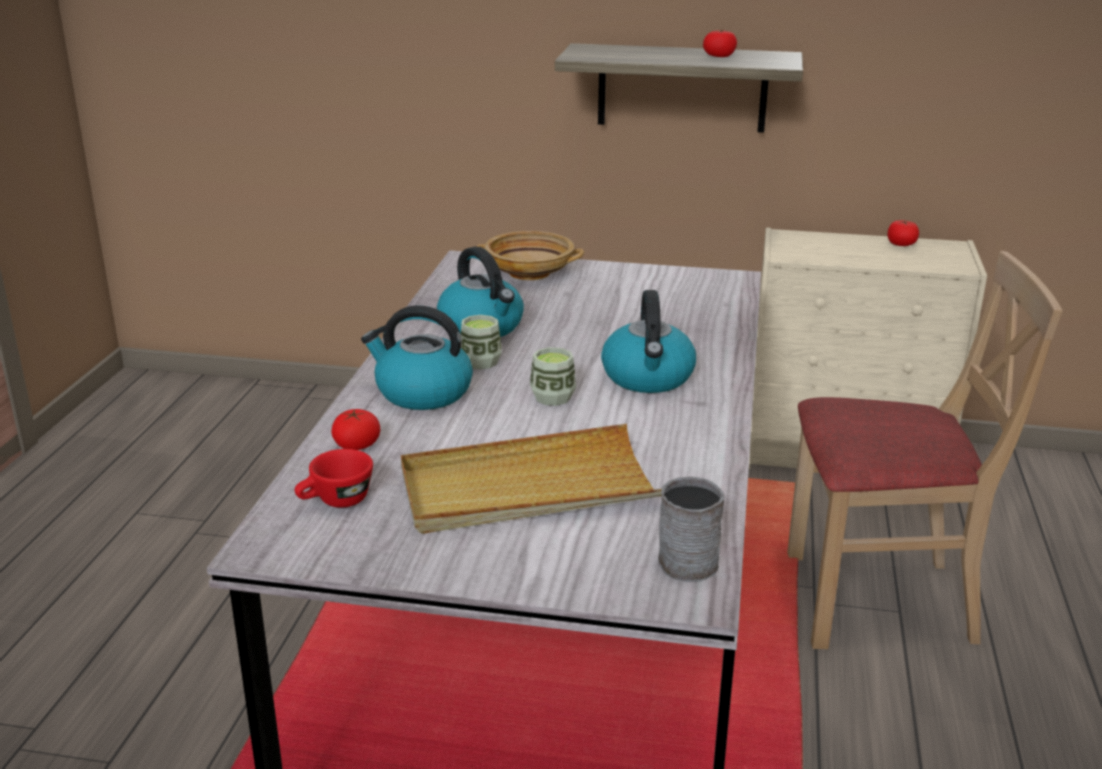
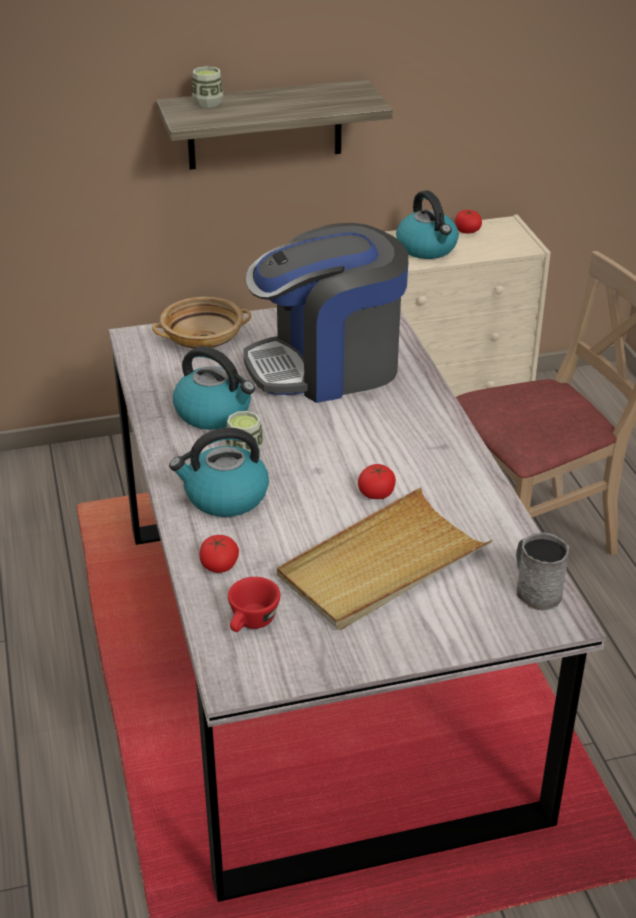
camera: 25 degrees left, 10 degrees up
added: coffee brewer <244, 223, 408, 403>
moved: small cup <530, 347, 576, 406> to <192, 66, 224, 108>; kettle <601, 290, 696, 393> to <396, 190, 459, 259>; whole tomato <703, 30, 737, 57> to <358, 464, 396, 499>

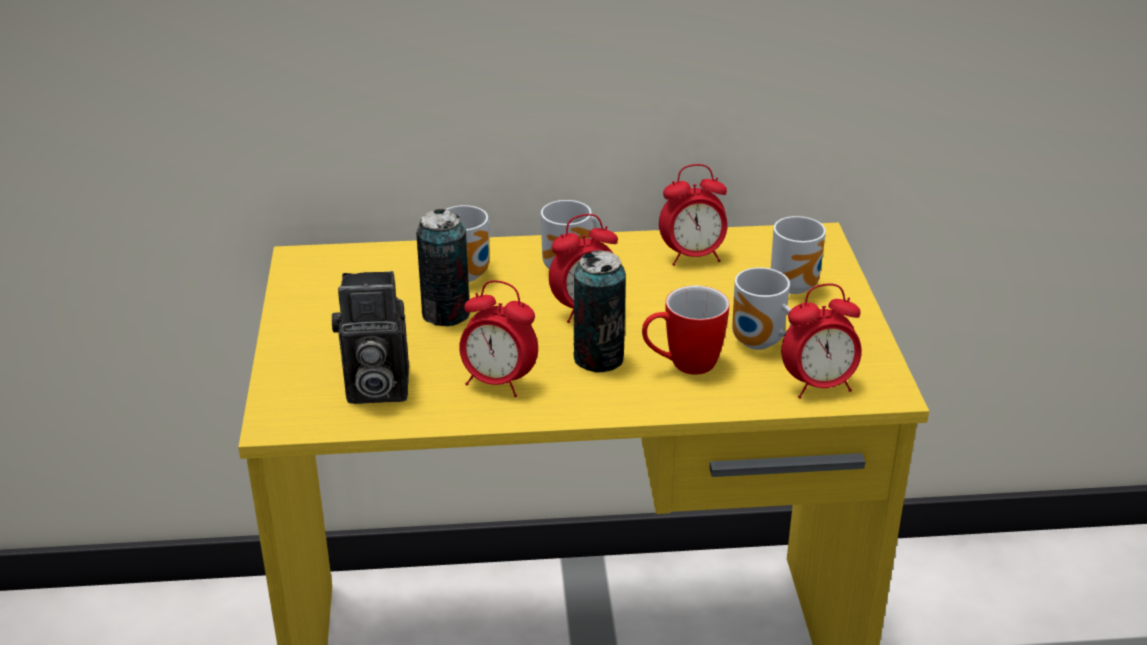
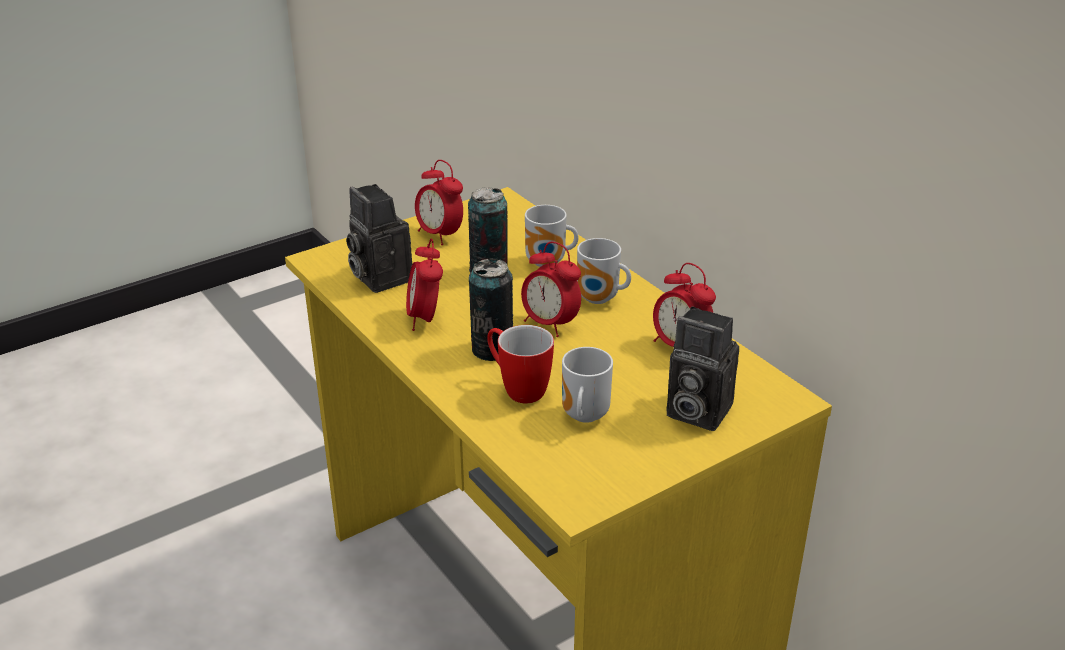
camera: 60 degrees right, 0 degrees up
moved: bedside clock <781, 283, 862, 398> to <415, 160, 463, 245>
replaced: tea mug <771, 216, 826, 294> to still camera <667, 306, 739, 431>

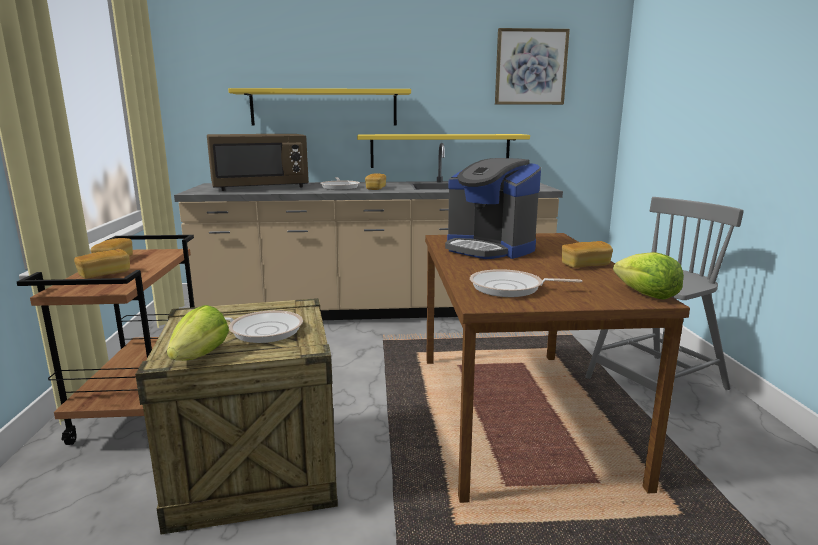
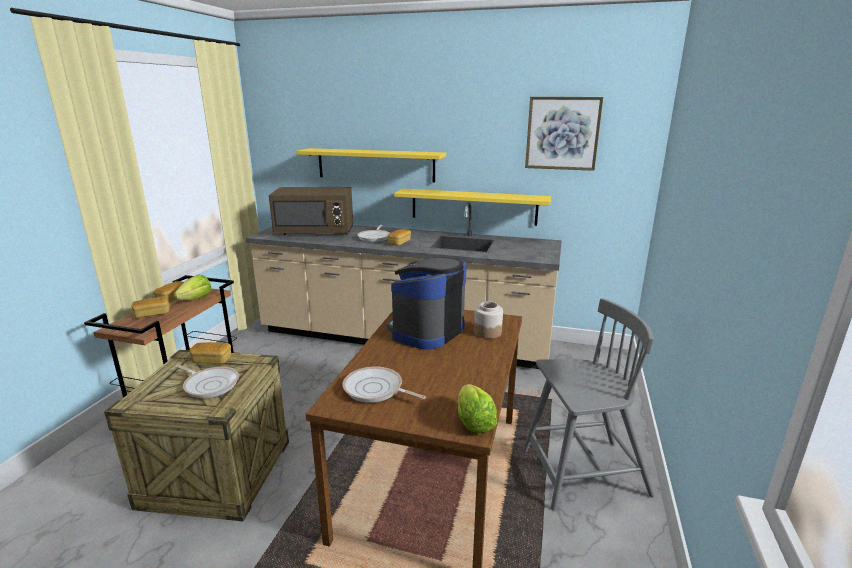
camera: 20 degrees right, 5 degrees up
added: storage jar <474, 301, 503, 339>
moved: lettuce head <167, 305, 229, 361> to <174, 275, 211, 300>; bakery bread <562, 241, 613, 268> to <190, 342, 231, 364>
turned: coffee brewer <445, 158, 541, 259> = <386, 257, 467, 350> 60 degrees clockwise

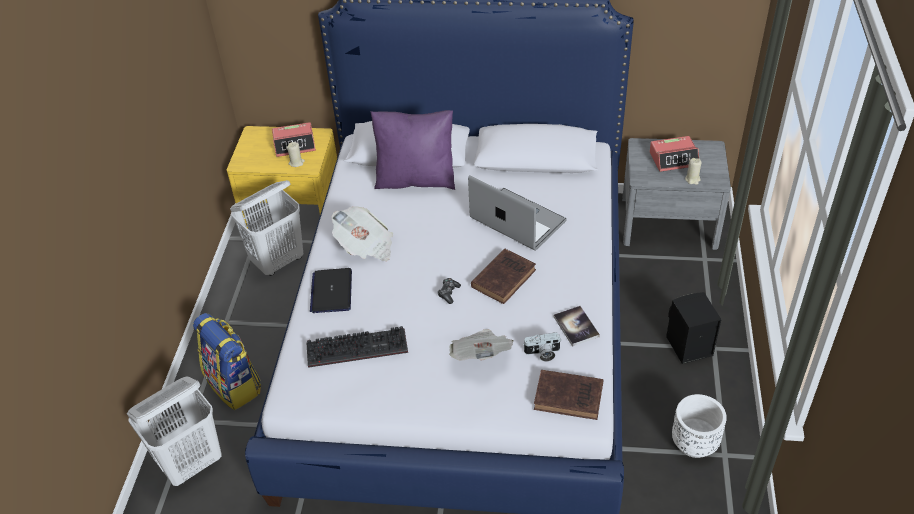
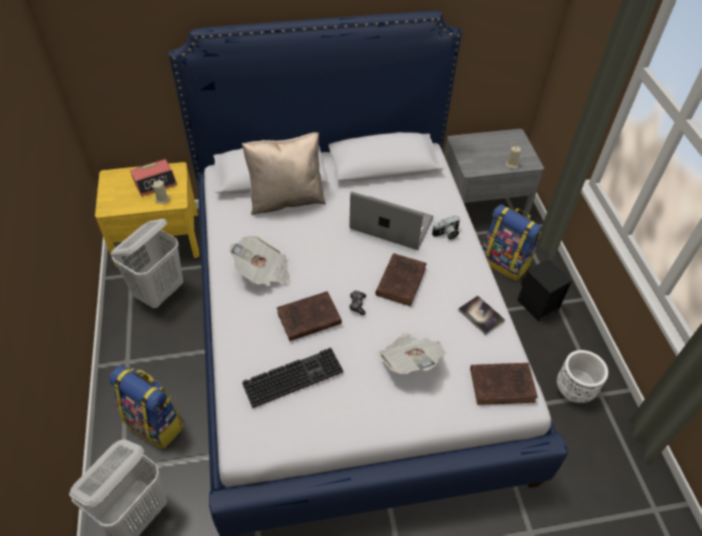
camera: 20 degrees left, 5 degrees up
removed: portable computer <310, 268, 352, 313>; bedside clock <650, 136, 699, 172>
added: brown-coloured bound book <277, 291, 342, 341>; backpack <482, 204, 541, 281>
moved: still camera <524, 332, 561, 362> to <432, 215, 460, 240>
recoloured: purple-coloured cushion <371, 110, 455, 190> to sand-coloured cushion <242, 132, 326, 215>

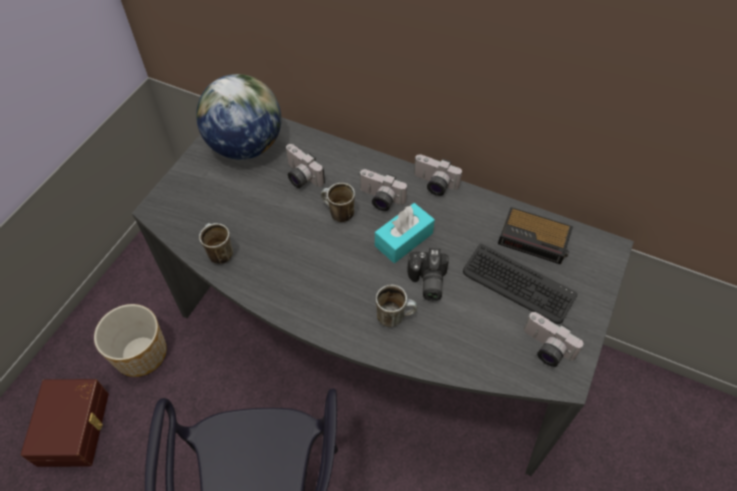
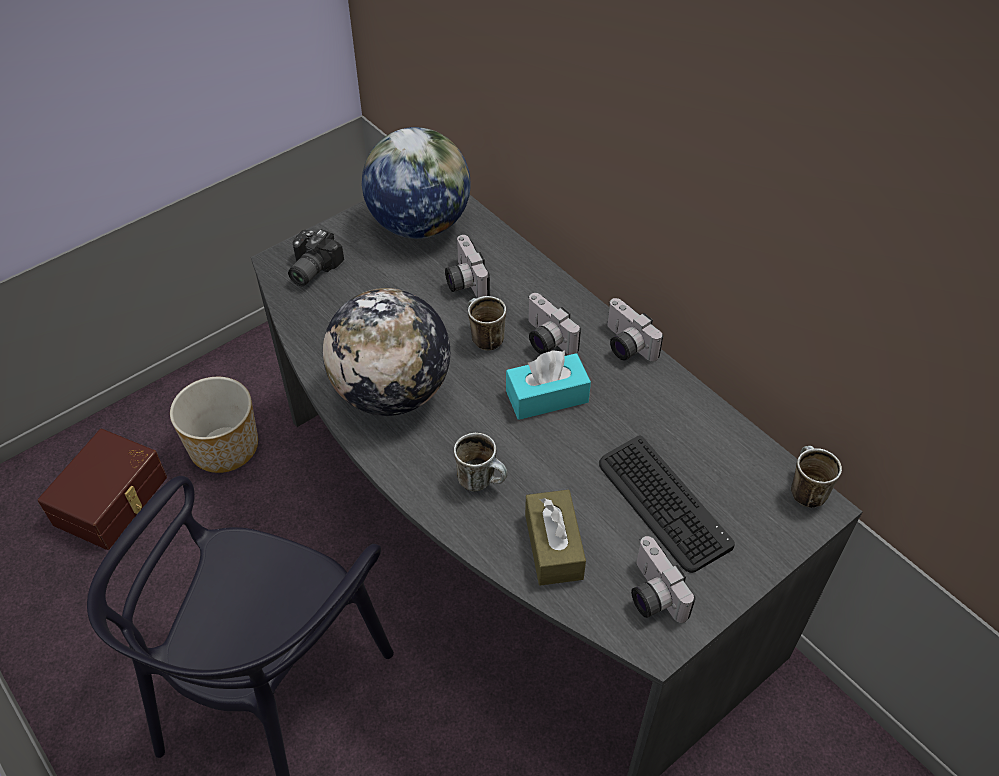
camera: 25 degrees right, 5 degrees down
removed: bedside clock <498, 207, 573, 265>
added: world globe <323, 288, 450, 416>; brown-coloured tissue holder <525, 490, 586, 586>
moved: tea mug <199, 223, 233, 264> to <791, 446, 842, 508>; still camera <407, 248, 448, 301> to <288, 229, 344, 286>

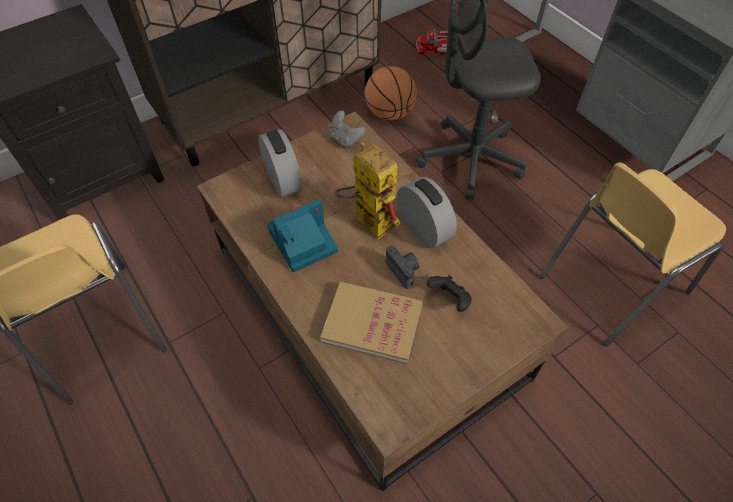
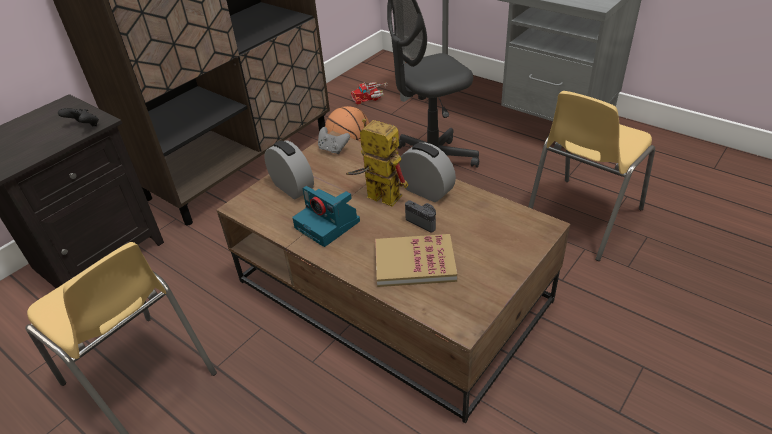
camera: 15 degrees left, 15 degrees down
moved: black-coloured game controller <427, 275, 472, 312> to <58, 108, 99, 126>
turned: still camera <268, 200, 338, 272> = <292, 186, 360, 247> 90 degrees counterclockwise

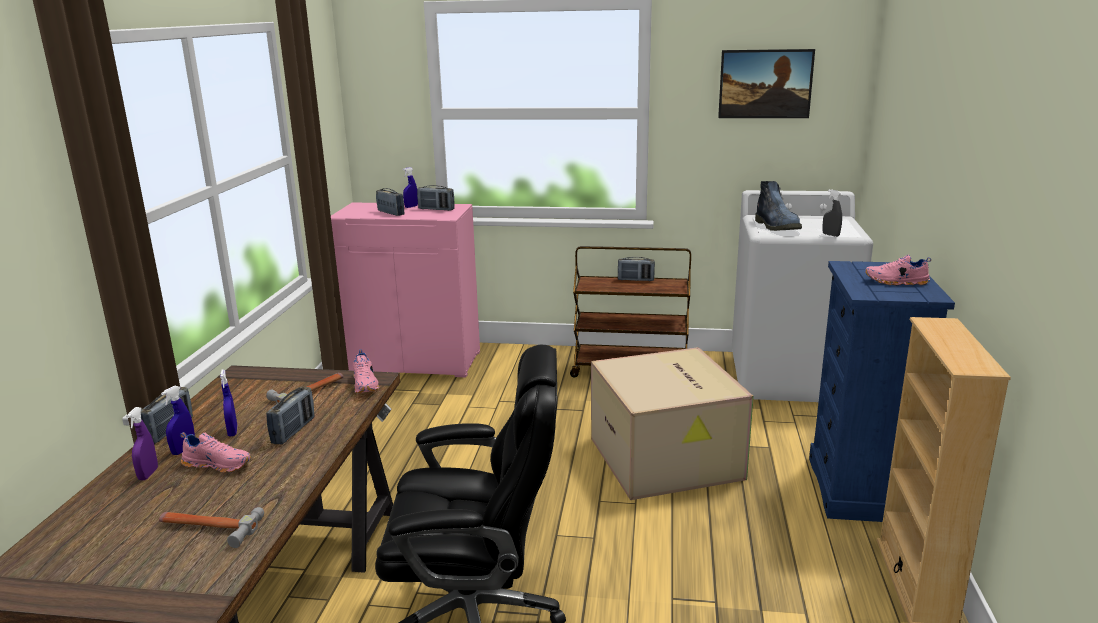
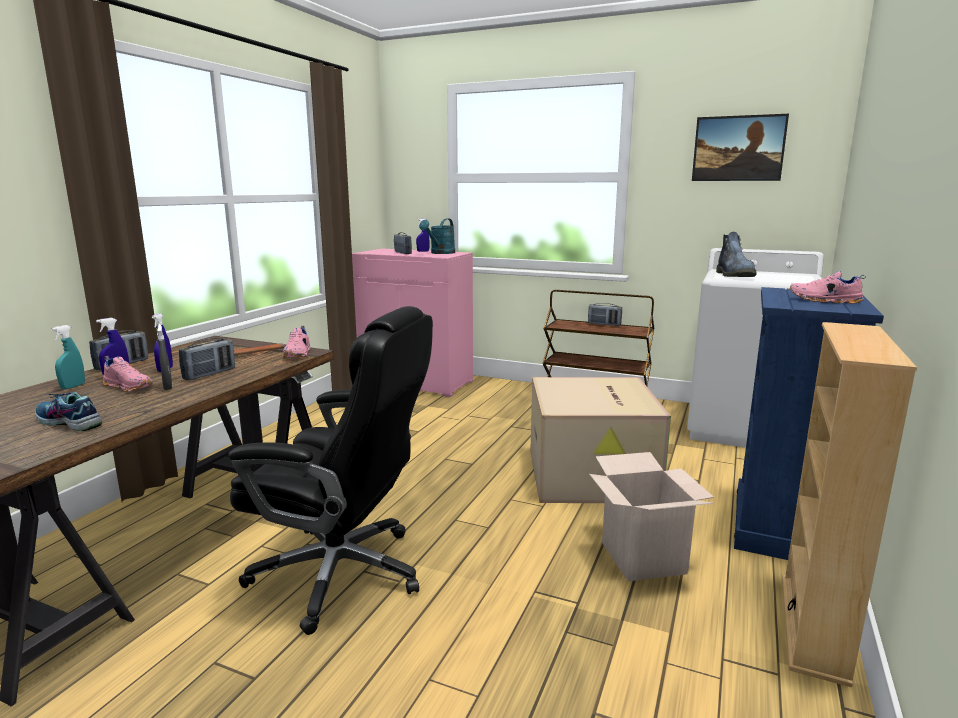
camera: 15 degrees right, 5 degrees down
added: packing box <589, 452, 714, 581>
moved: grey sprayer <822, 190, 842, 237> to <157, 324, 172, 390>
replaced: hand hammer <159, 507, 264, 548> to shoe <35, 392, 102, 431>; radio set <417, 185, 454, 211> to blue-green sprinkling can <419, 218, 455, 254>
recoloured: purple-coloured sprayer <126, 407, 158, 480> to blue-green sprayer <51, 325, 85, 389>

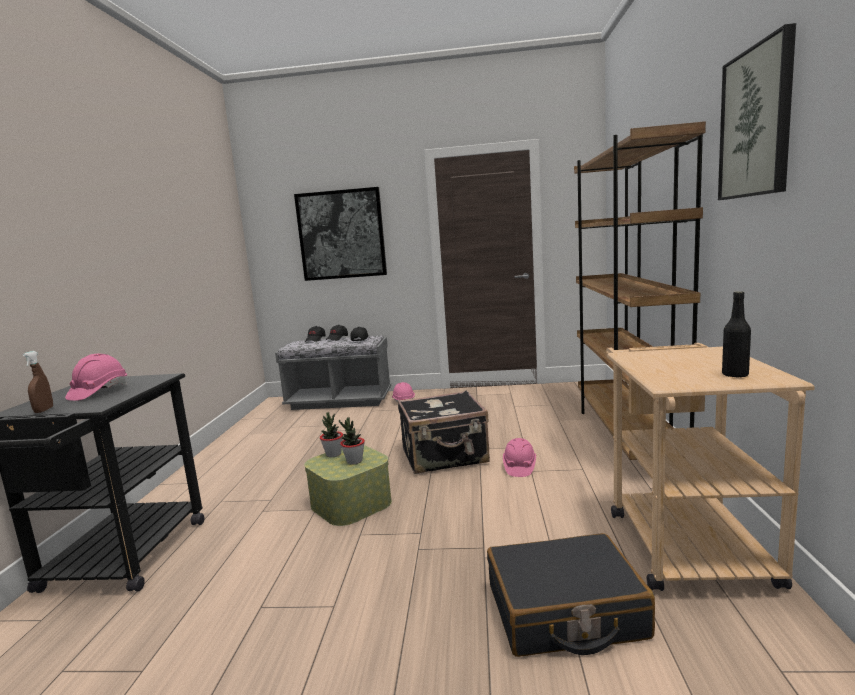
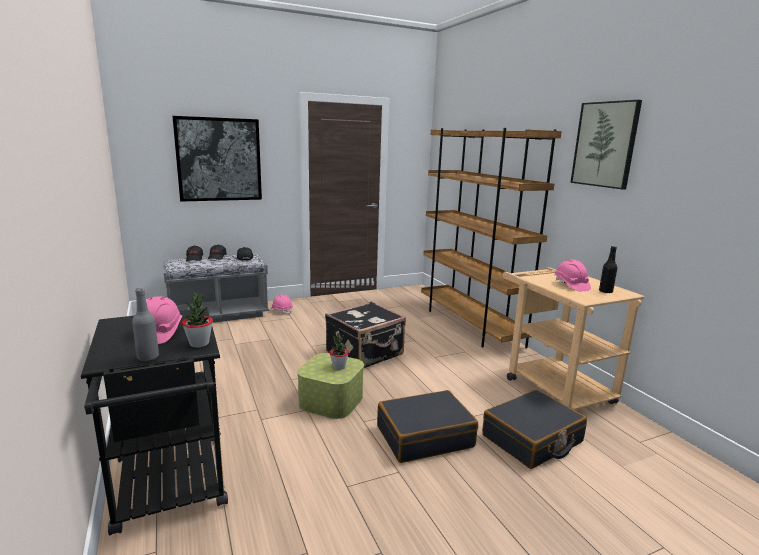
camera: 30 degrees left, 5 degrees up
added: black-coloured travel case <377, 390, 478, 463>
moved: houseplant <320, 412, 343, 457> to <182, 292, 213, 348>; pink-coloured work helmet <503, 438, 536, 477> to <554, 260, 591, 291>
replaced: brown-coloured sprayer <23, 351, 53, 413> to grey bottle <132, 288, 159, 362>

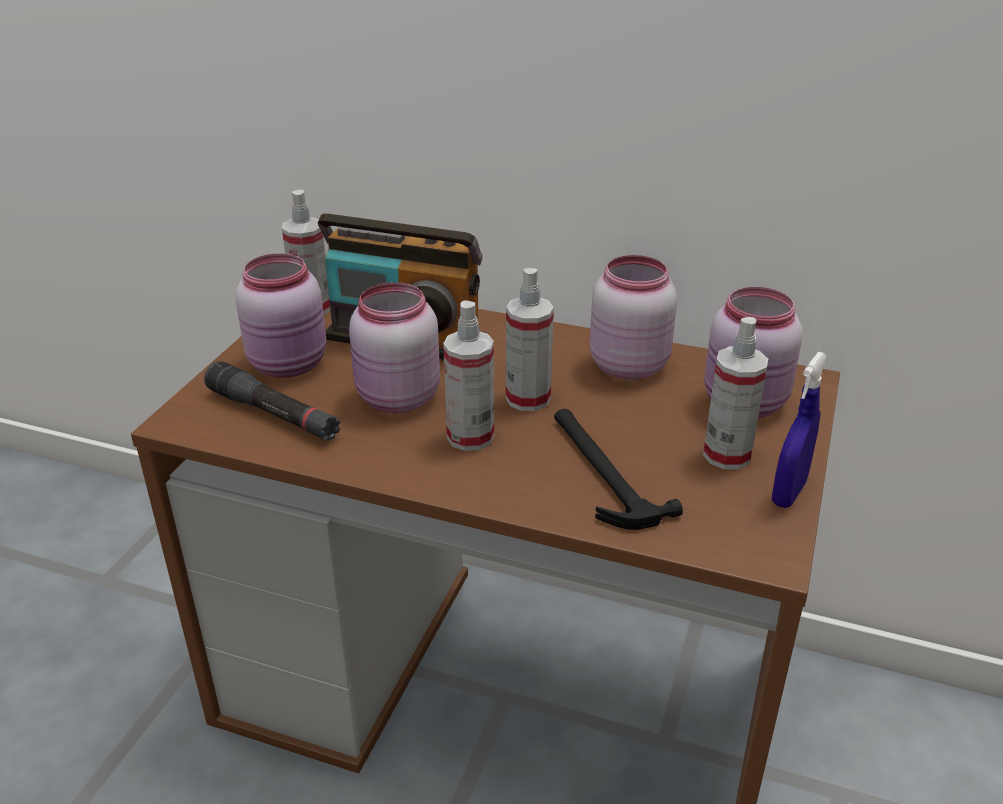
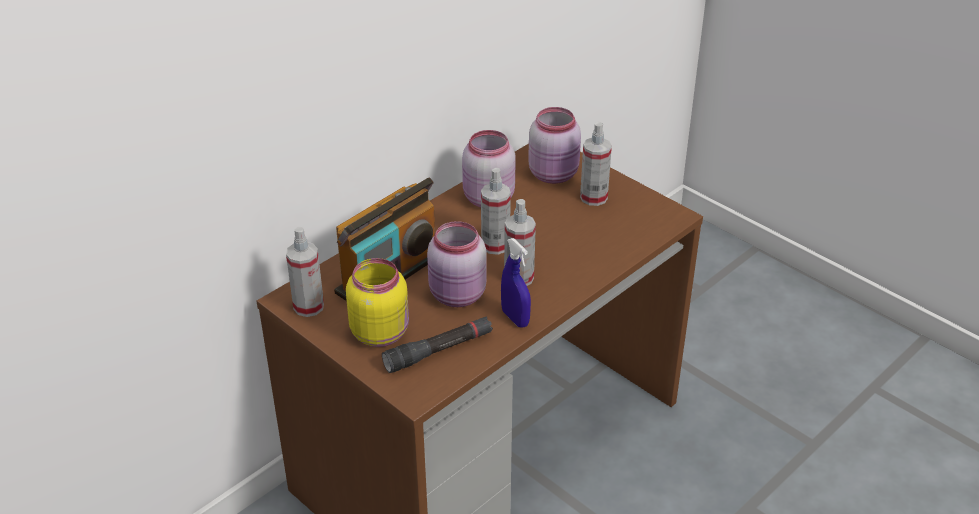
camera: 65 degrees left, 5 degrees up
removed: hand hammer <554, 409, 683, 530>
moved: blue sprayer <772, 352, 827, 508> to <501, 238, 531, 328>
recoloured: pink-coloured storage jar <235, 253, 326, 378> to yellow storage jar <346, 258, 409, 347>

